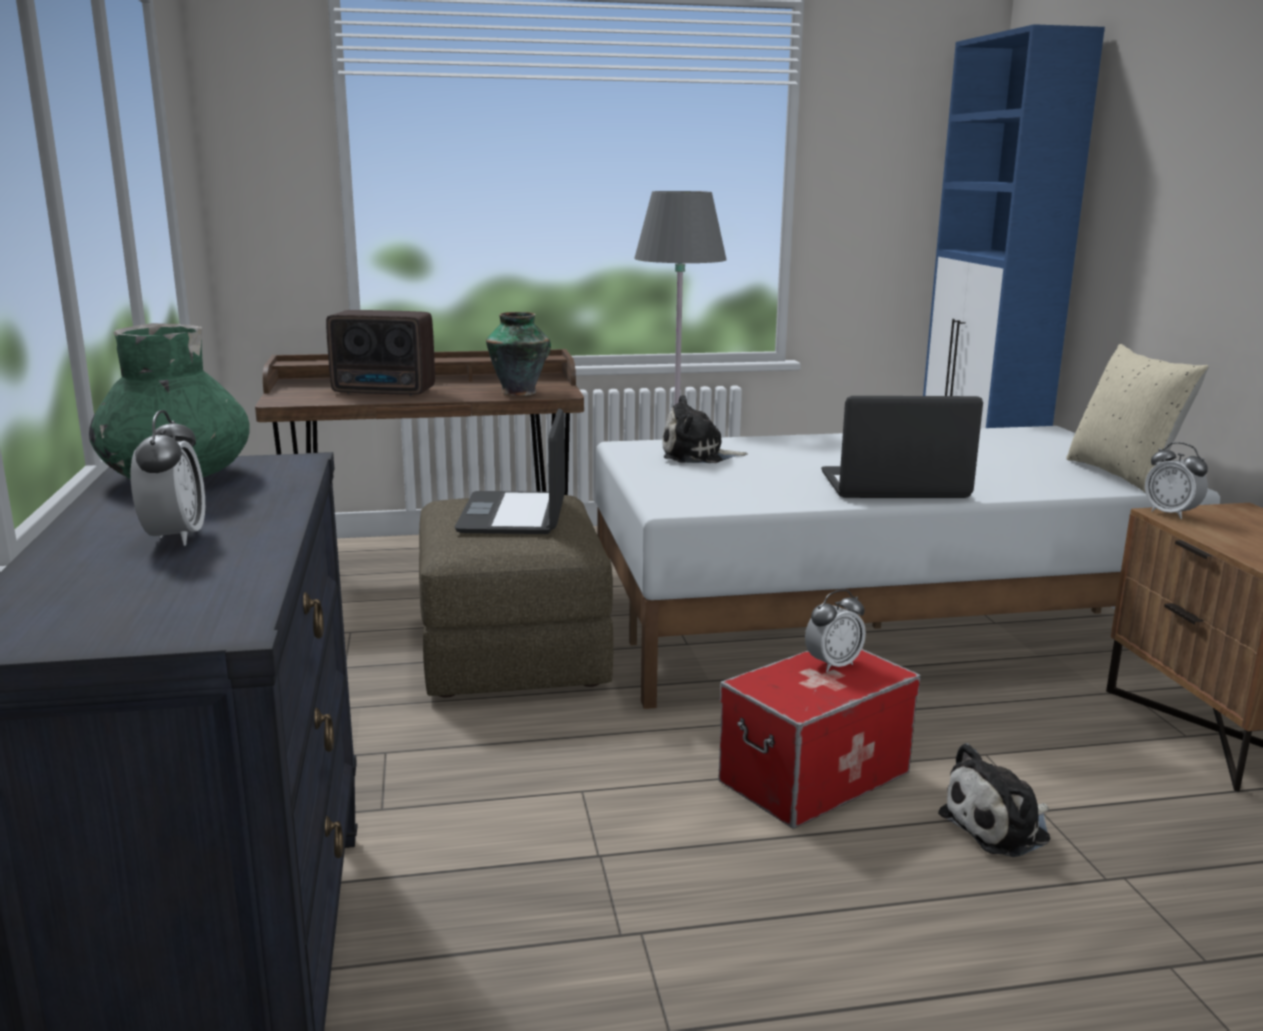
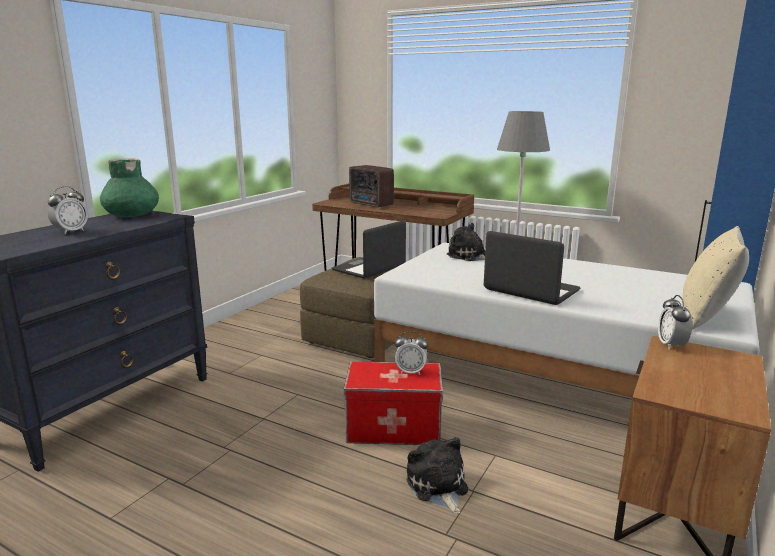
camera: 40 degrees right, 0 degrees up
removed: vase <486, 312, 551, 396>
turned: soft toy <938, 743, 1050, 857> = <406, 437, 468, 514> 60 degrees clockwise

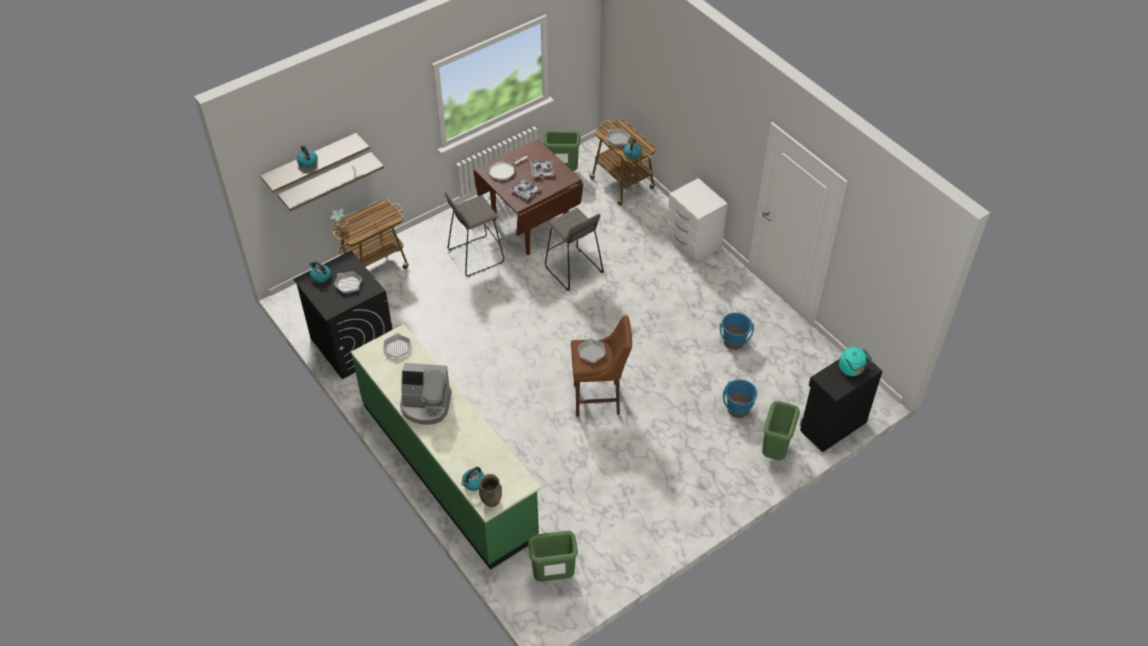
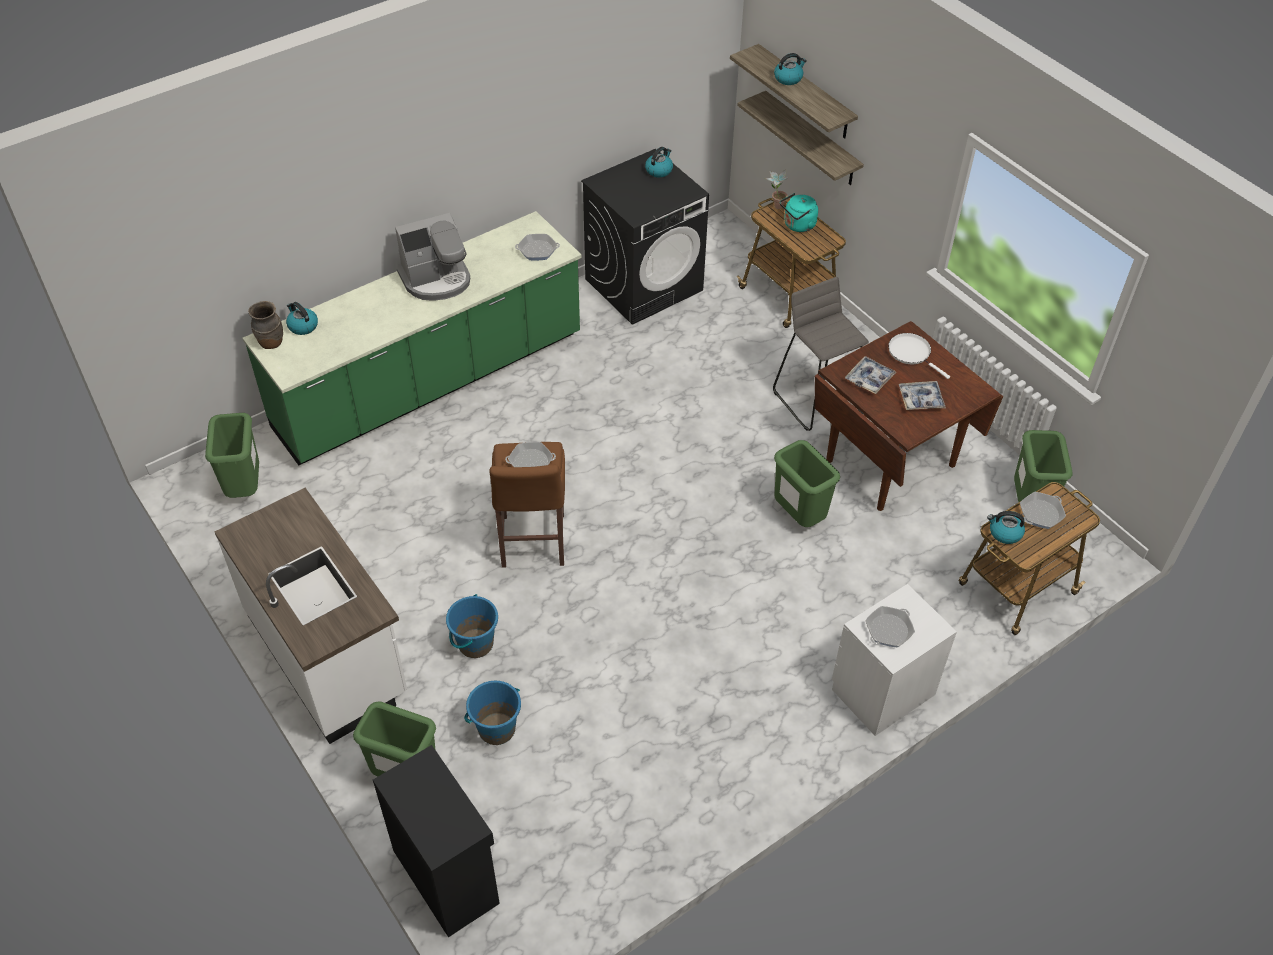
camera: 90 degrees right, 0 degrees up
added: white-coloured kitchen counter <215, 488, 407, 744>
moved: pan <334, 271, 362, 293> to <866, 606, 915, 647>; blue bucket <720, 312, 754, 350> to <446, 594, 498, 658>; blue-green kettle <839, 347, 872, 376> to <780, 193, 818, 232>
replaced: grey stool <545, 208, 604, 291> to greenish trash can <774, 440, 840, 527>
turned: coffee brewer <400, 363, 452, 425> = <395, 213, 470, 301> 120 degrees counterclockwise

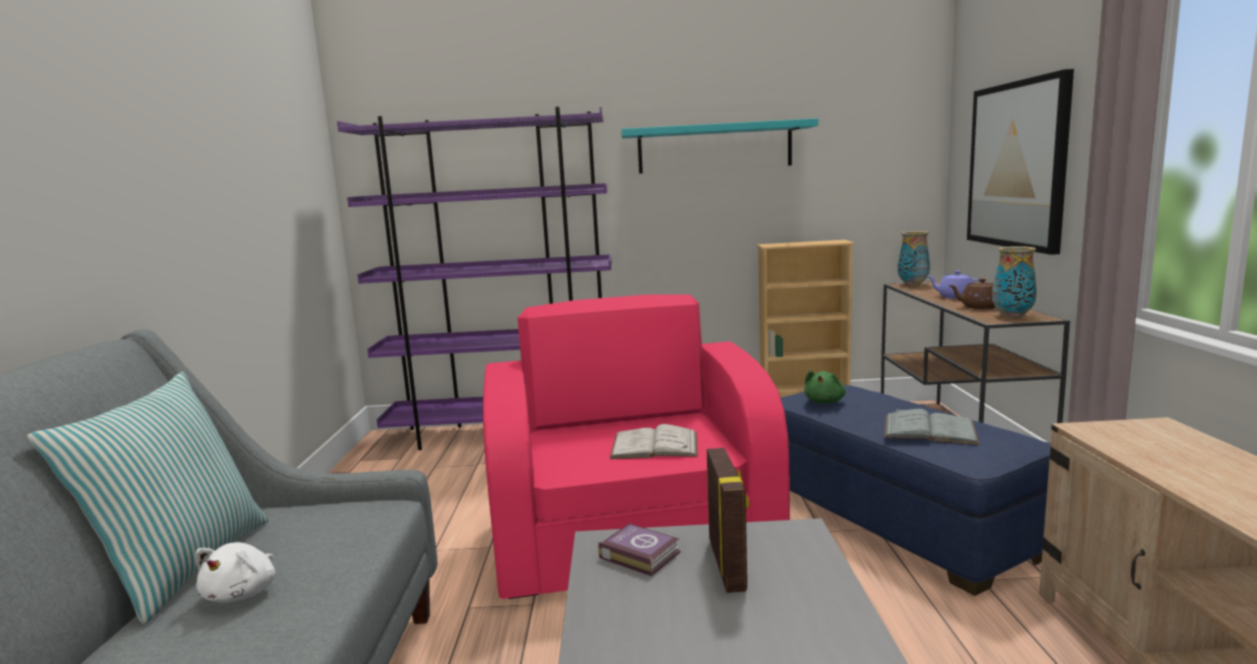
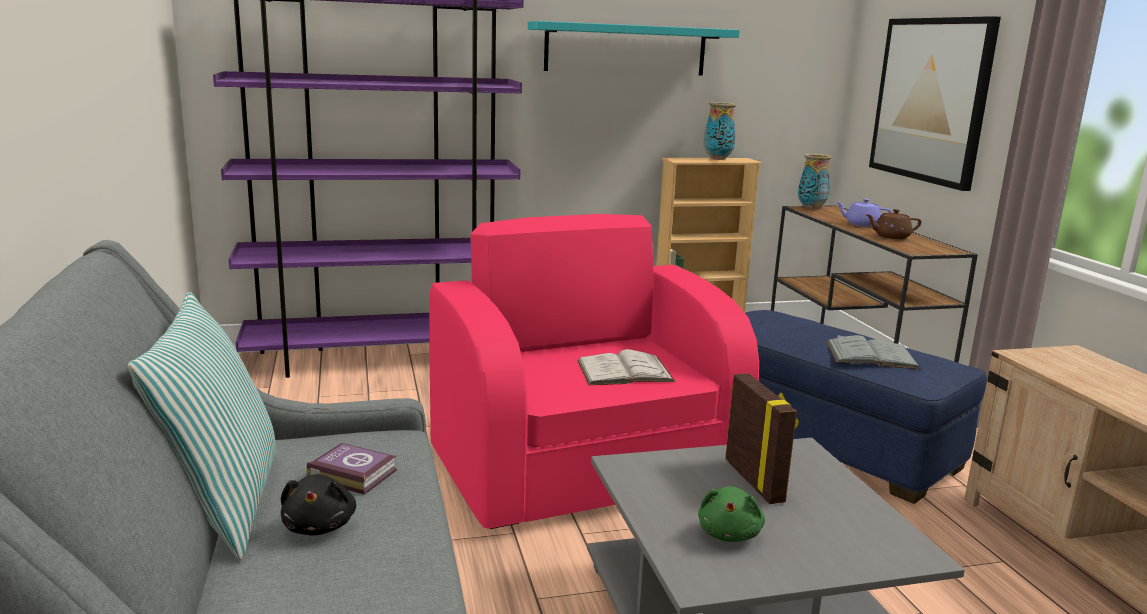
camera: 15 degrees left, 5 degrees up
moved: bound book <598, 524, 681, 576> to <307, 443, 397, 495>; greenish soft toy <804, 370, 846, 403> to <698, 486, 765, 542>; vase <992, 246, 1037, 318> to <704, 102, 736, 160>
recoloured: white-coloured soft toy <195, 542, 275, 603> to black-coloured soft toy <281, 474, 356, 536>

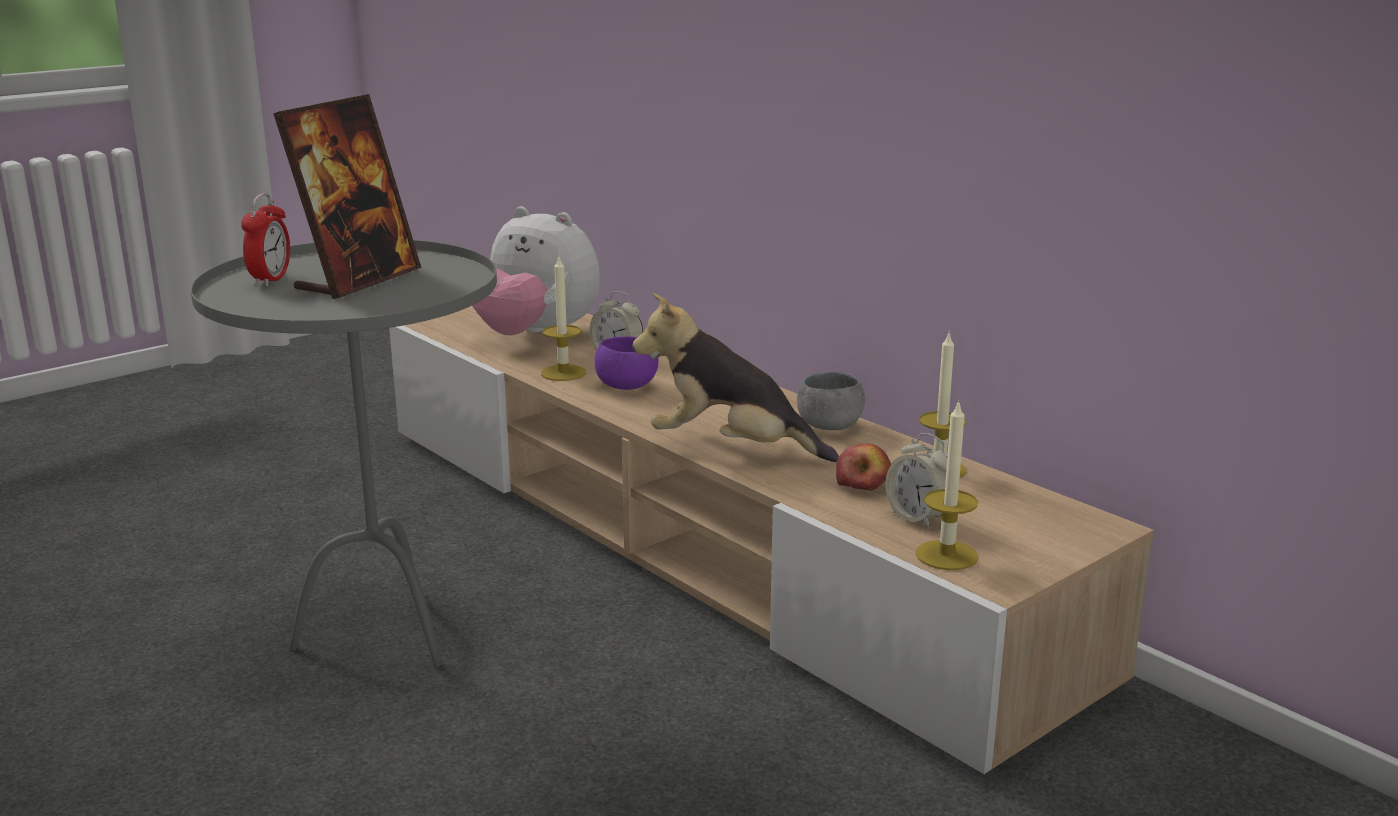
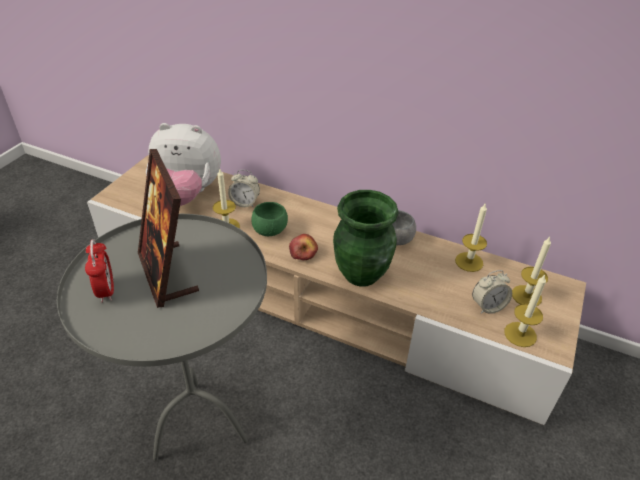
camera: 25 degrees left, 20 degrees up
added: wax candle <512, 237, 551, 306>
moved: apple <836, 444, 891, 491> to <289, 234, 318, 261>
replaced: soft toy <633, 293, 839, 462> to greenish vase <333, 190, 399, 287>
recoloured: purple-coloured deep dish <594, 336, 658, 390> to greenish deep dish <251, 202, 288, 236>
turned: standing frame <273, 94, 421, 299> = <138, 149, 199, 308> 150 degrees clockwise; bedside clock <885, 433, 948, 529> = <472, 270, 512, 314> 45 degrees counterclockwise

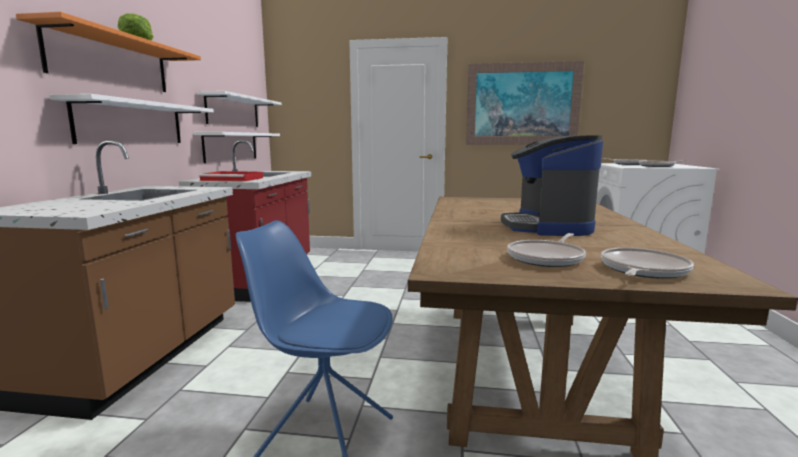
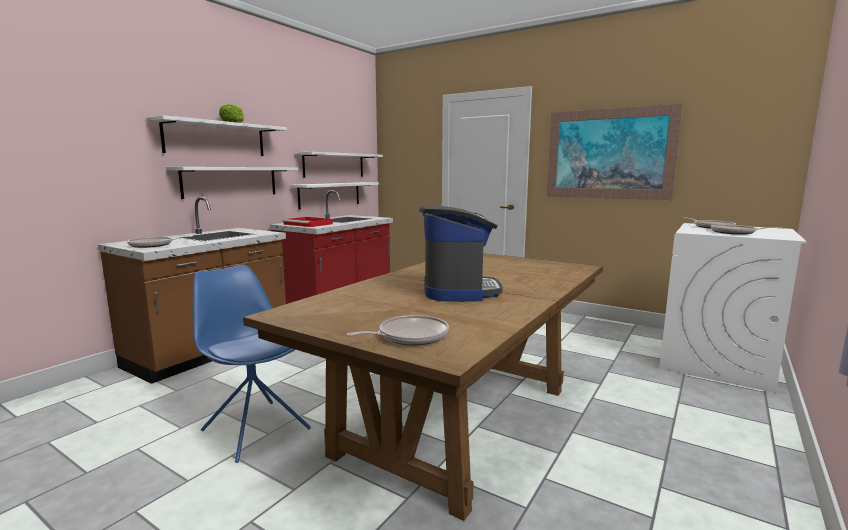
camera: 25 degrees right, 0 degrees up
moved: pan <507, 233, 586, 267> to <127, 236, 193, 248>
recoloured: orangey bracket shelf <16, 12, 201, 92> to white-coloured bracket shelf <146, 115, 287, 156>
turned: coffee brewer <501, 135, 603, 236> = <419, 206, 503, 302> 150 degrees clockwise

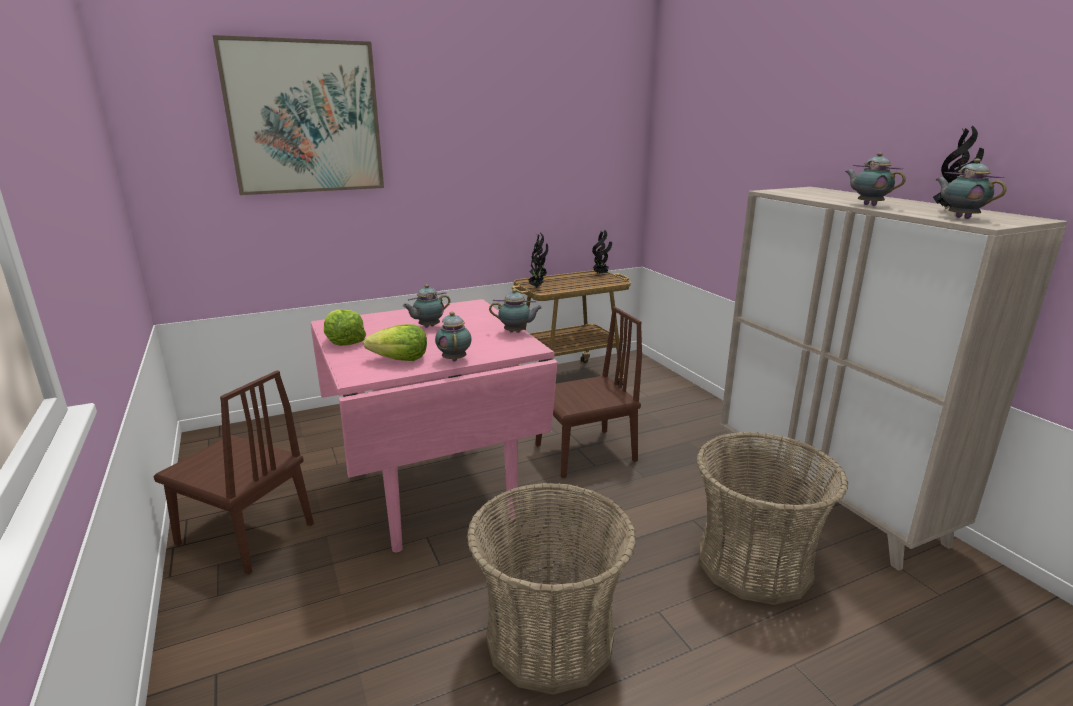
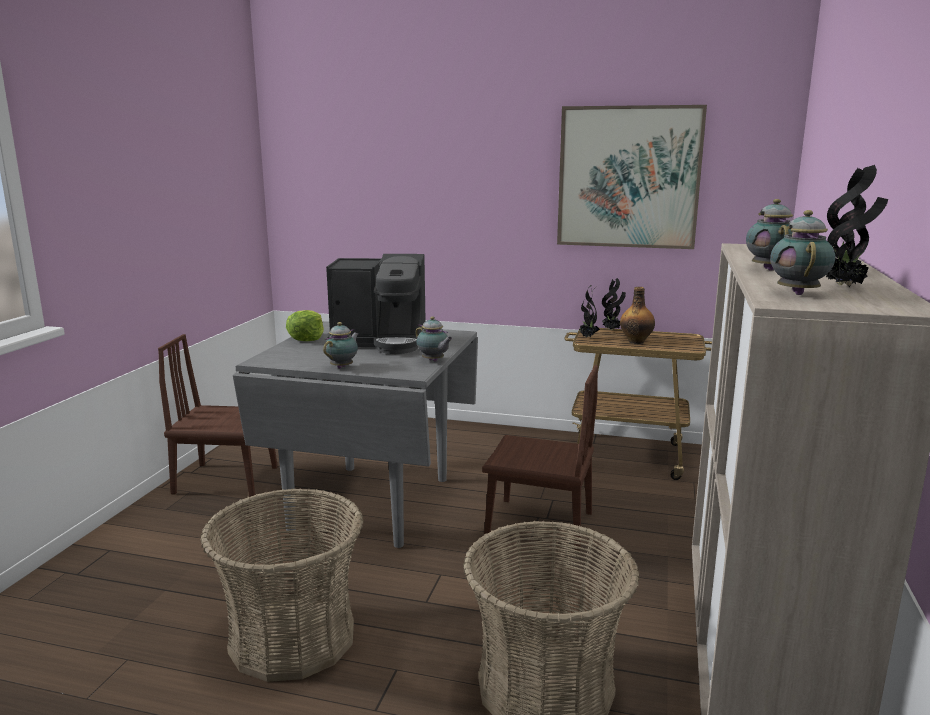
camera: 40 degrees right, 5 degrees down
removed: lettuce head <364, 324, 427, 361>; houseplant <592, 230, 612, 274>
added: bottle <620, 287, 655, 344>
moved: wall art <212, 35, 384, 195> to <557, 105, 707, 249>
replaced: tea pot <403, 284, 450, 328> to coffee brewer <326, 254, 426, 354>
recoloured: pink-coloured dining table <311, 299, 557, 552> to grey dining table <233, 321, 478, 548>
turned: brown-coloured plain chair <153, 370, 314, 575> = <158, 334, 277, 497> 120 degrees clockwise

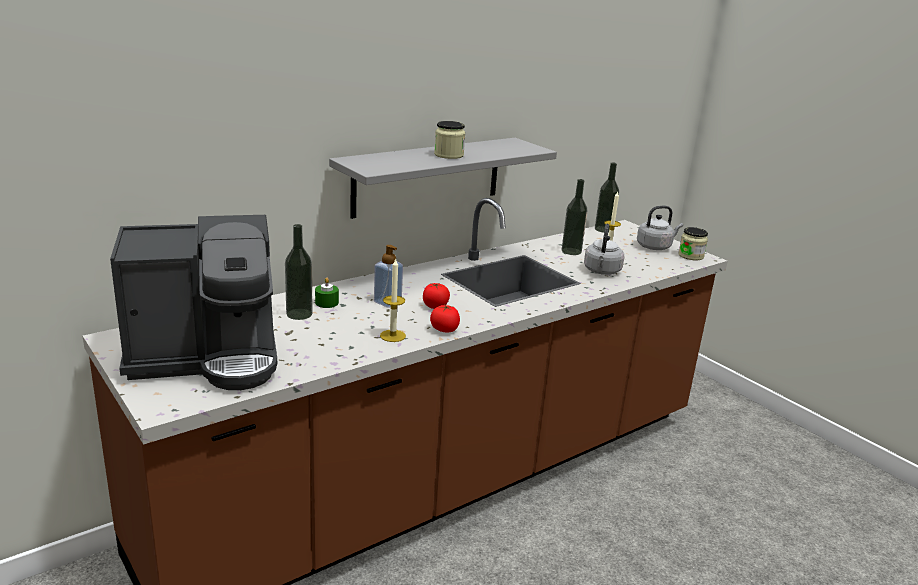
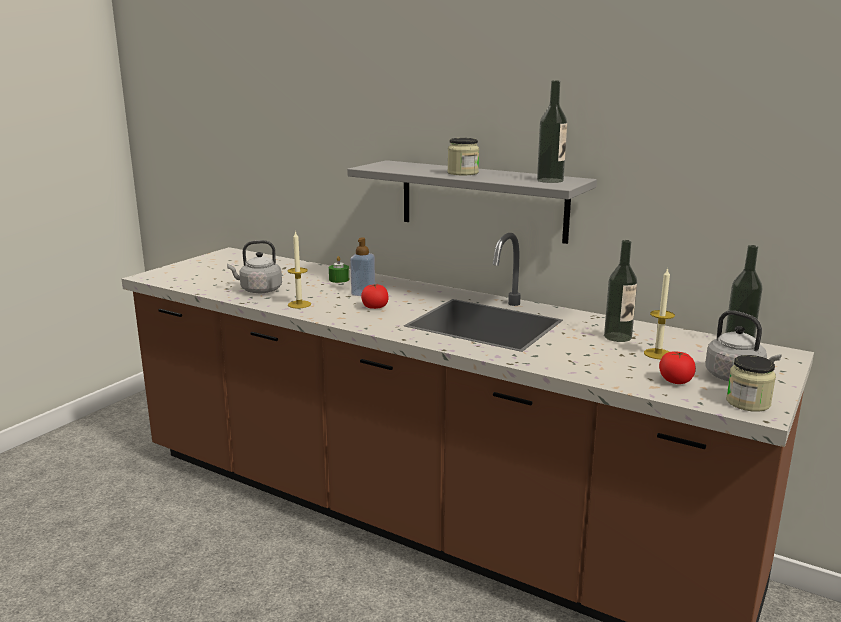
camera: 70 degrees right, 5 degrees down
removed: coffee brewer <110, 215, 277, 390>
moved: bottle <285, 224, 313, 320> to <537, 81, 567, 183>; whole tomato <430, 305, 460, 332> to <659, 351, 696, 384>; grey kettle <584, 224, 625, 275> to <227, 240, 282, 293>

